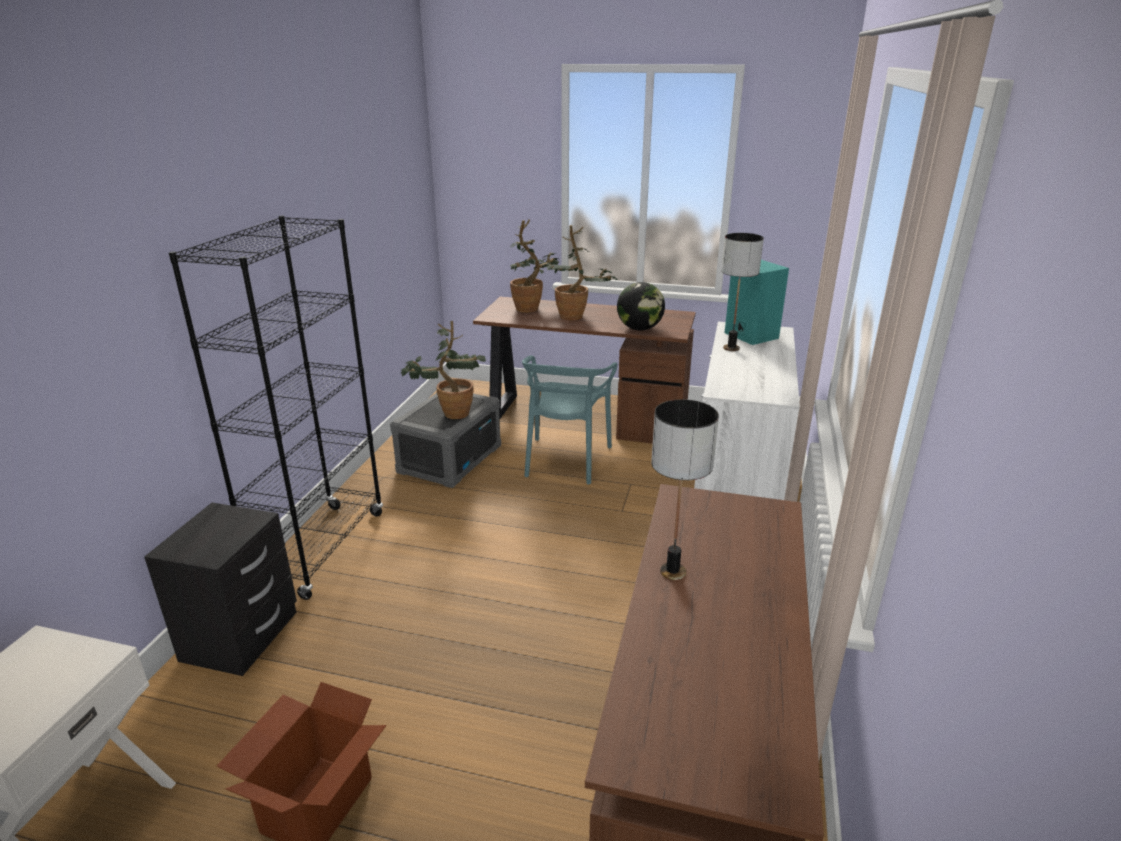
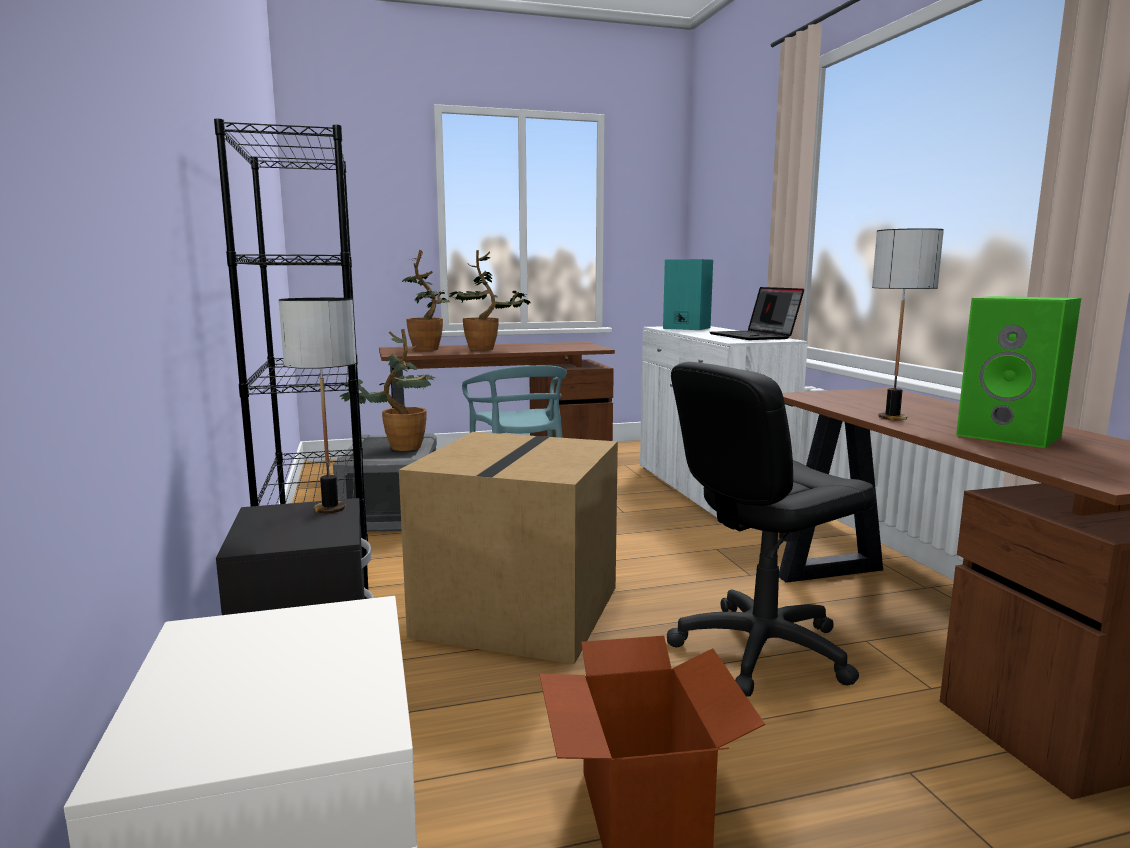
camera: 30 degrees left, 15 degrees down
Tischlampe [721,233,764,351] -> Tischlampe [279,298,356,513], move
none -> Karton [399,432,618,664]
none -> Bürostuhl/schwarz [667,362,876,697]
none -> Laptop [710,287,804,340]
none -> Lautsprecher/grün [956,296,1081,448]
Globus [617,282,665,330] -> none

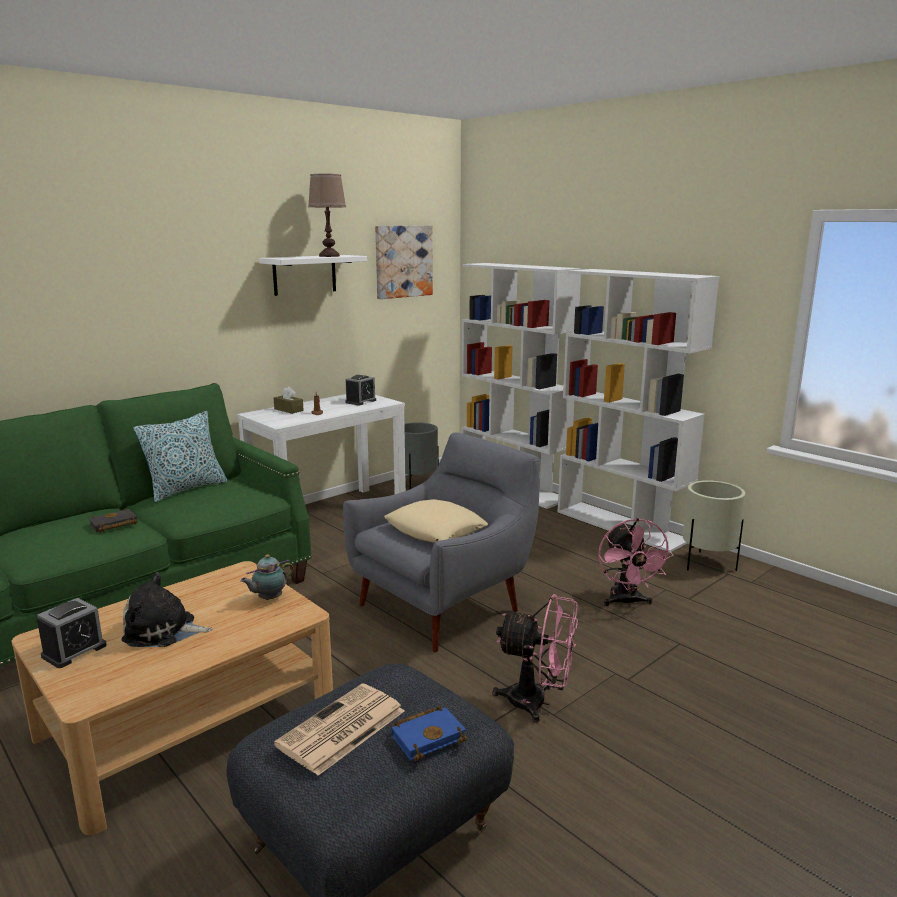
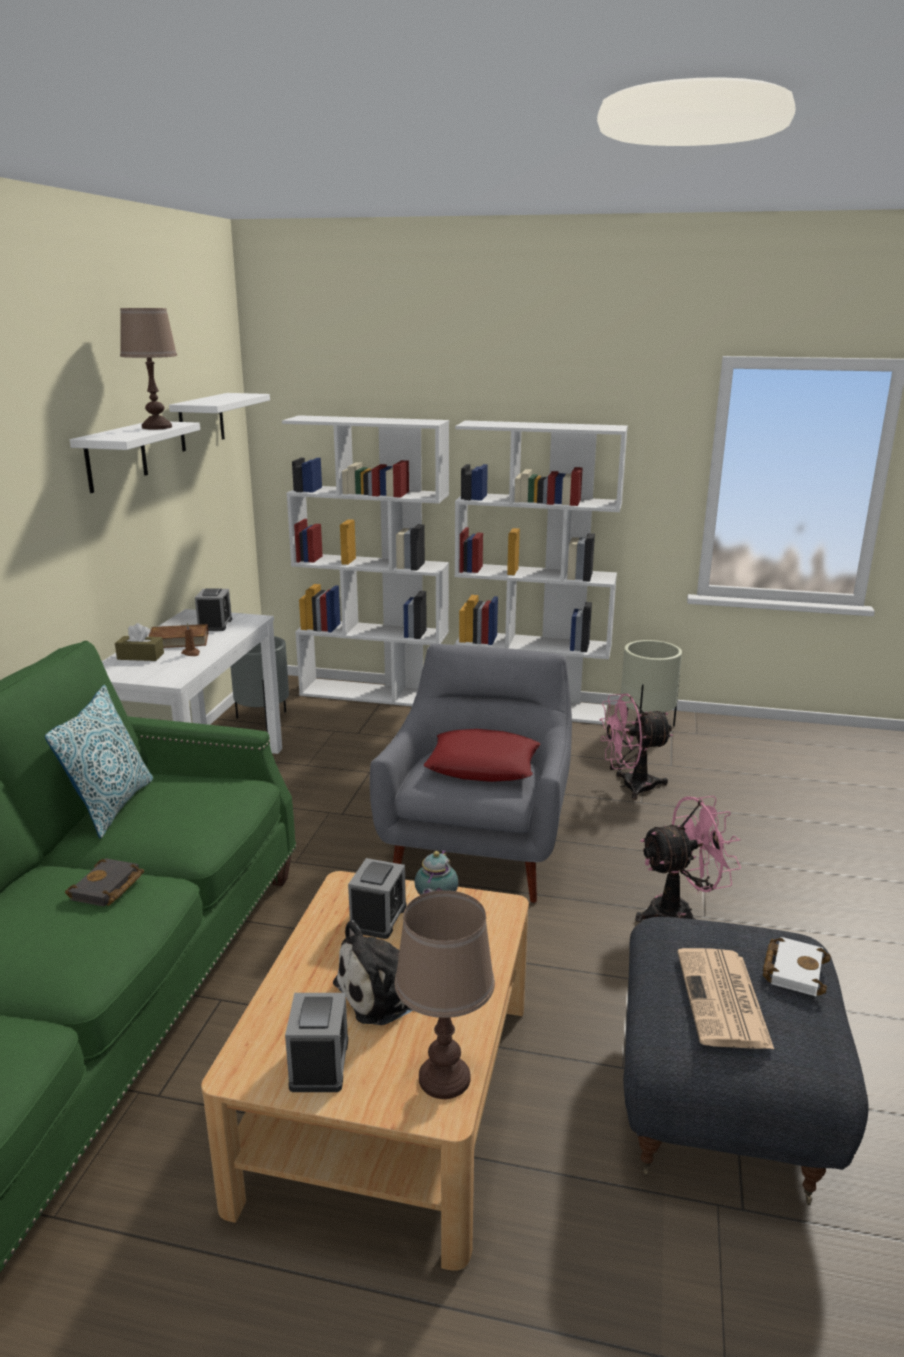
camera: 35 degrees left, 5 degrees up
none -> Buch/braun [148,624,208,648]
Bild [375,225,433,299] -> Wandregal/weiß [169,393,270,451]
none -> Wecker [348,858,407,939]
none -> Tischlampe/braun [394,890,495,1099]
Kissen/beige [384,499,488,543] -> Kissen/rot [424,729,541,782]
Ventilator/rosa [598,518,674,607] -> Ventilator/rosa [599,694,673,800], 120 degrees clockwise
Buch/blau [391,707,467,761] -> Buch/weiß [763,937,831,996]

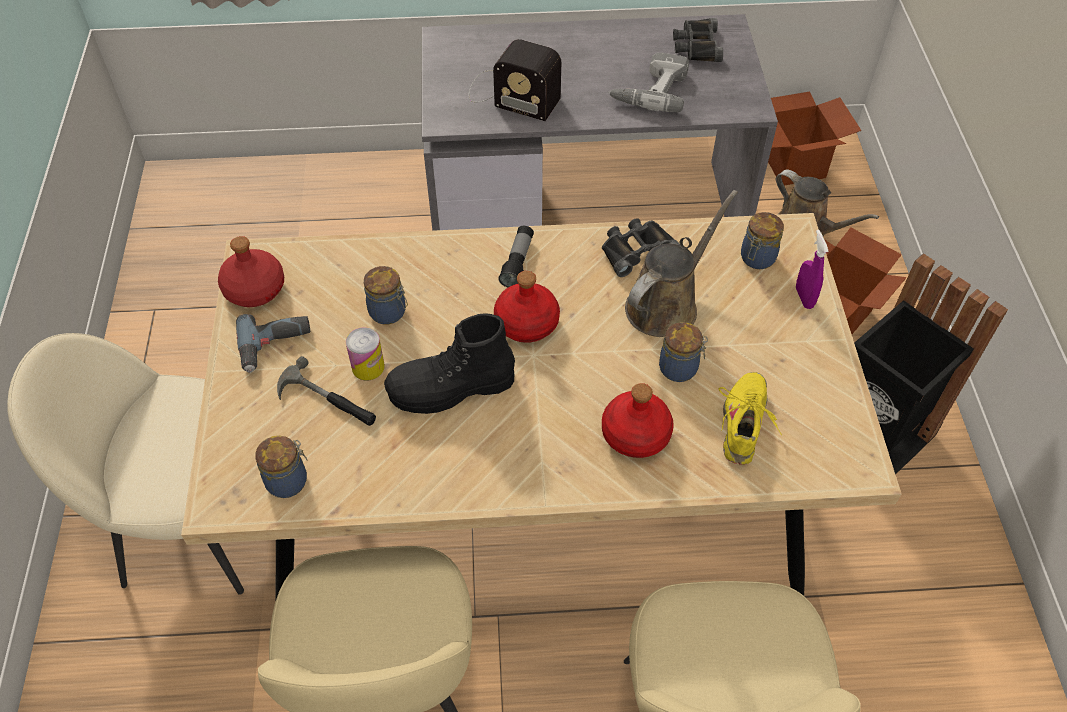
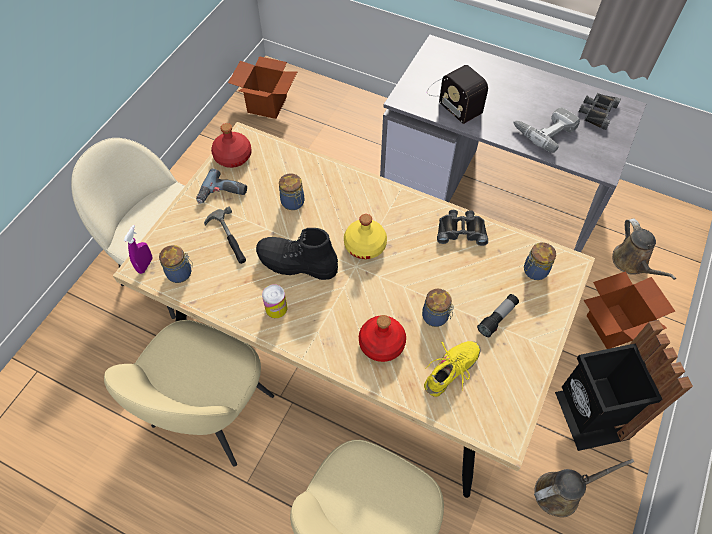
camera: 30 degrees right, 5 degrees up
Sprühflasche/lila [796,230,829,309] -> Sprühflasche/lila [124,225,153,274], move
Karton [768,92,861,185] -> Karton [228,56,297,119], move
Dose [346,327,385,381] -> Dose [262,284,287,318], move
Flasche/rot [494,271,560,343] -> Flasche/gelb [344,214,387,259]
Taschenlampe [498,226,534,287] -> Taschenlampe [477,294,519,337], move
Gießkanne/braun [625,190,738,337] -> Gießkanne/braun [534,459,634,518], move

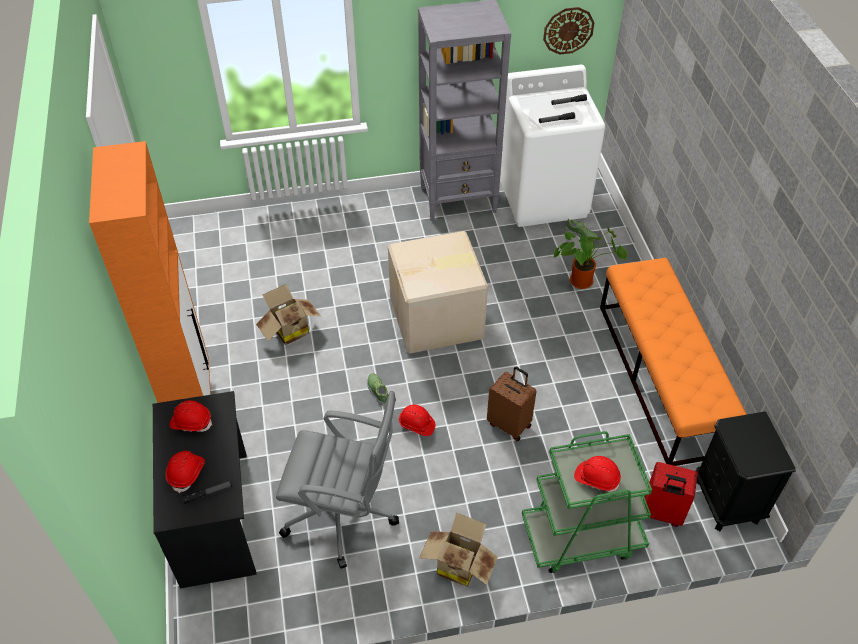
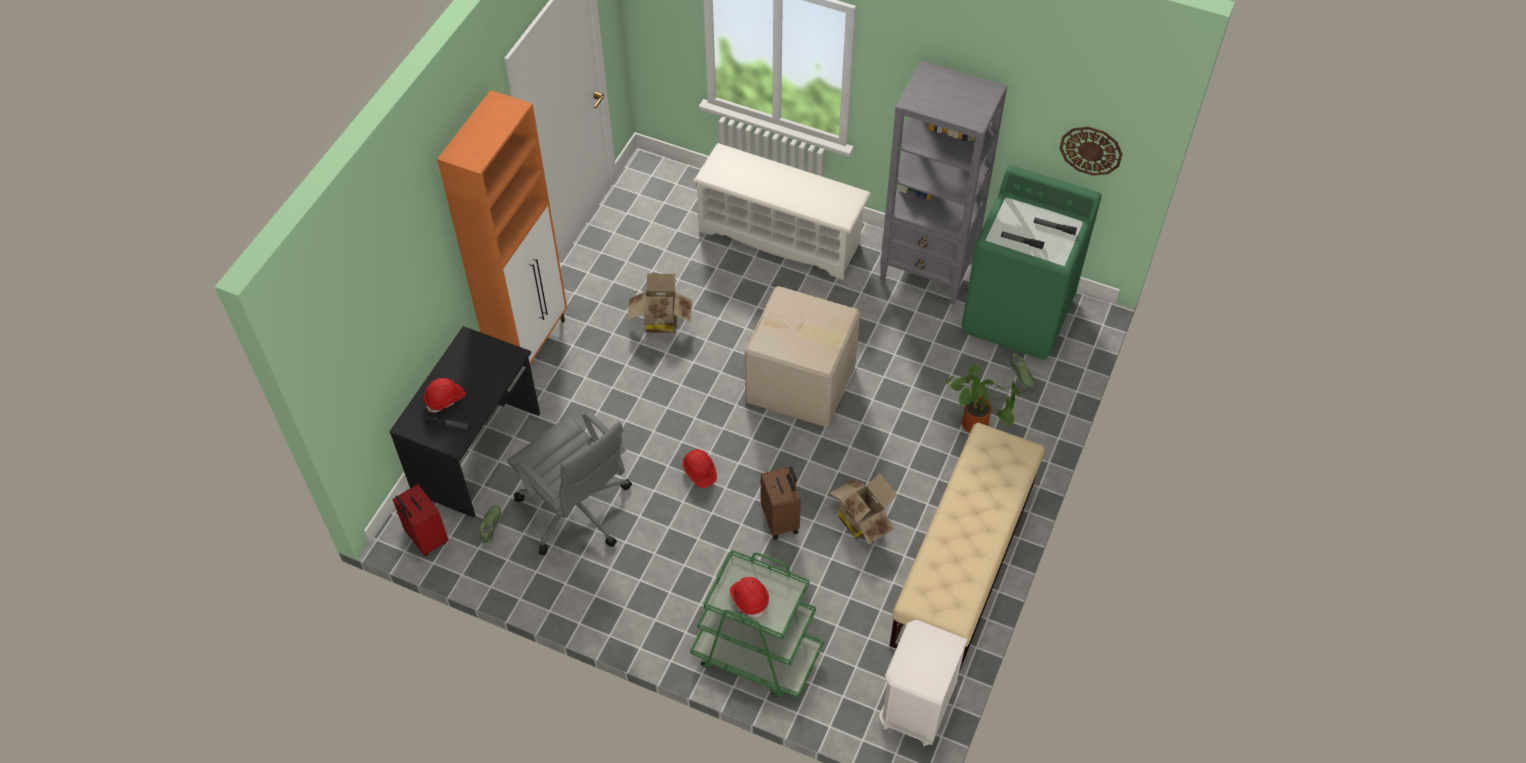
camera: 35 degrees right, 5 degrees up
Koffer/rot [644,462,698,527] -> Koffer/rot [392,484,449,556], move
Schuh [367,373,388,406] -> Schuh [479,505,502,544], move
none -> Schuhregal/weiß [693,143,871,280]
Karton [419,513,498,587] -> Karton [830,473,898,544], move
Nachttisch/schwarz [696,412,796,532] -> Nachttisch/weiß [879,620,967,746]
Bank/orange [600,258,747,466] -> Bank/beige [890,423,1045,672]
Waschmaschine/weiß [500,65,605,227] -> Waschmaschine/grün [962,165,1102,360]
Schutzhelm/rot [169,400,213,432] -> none

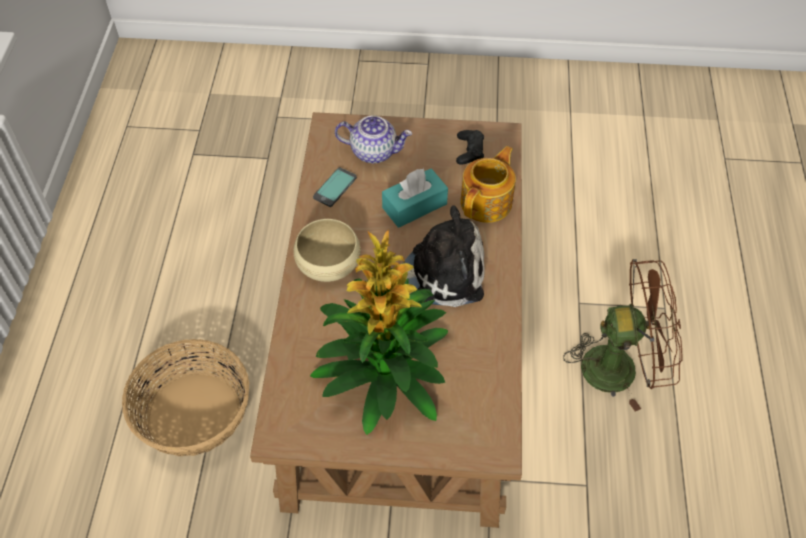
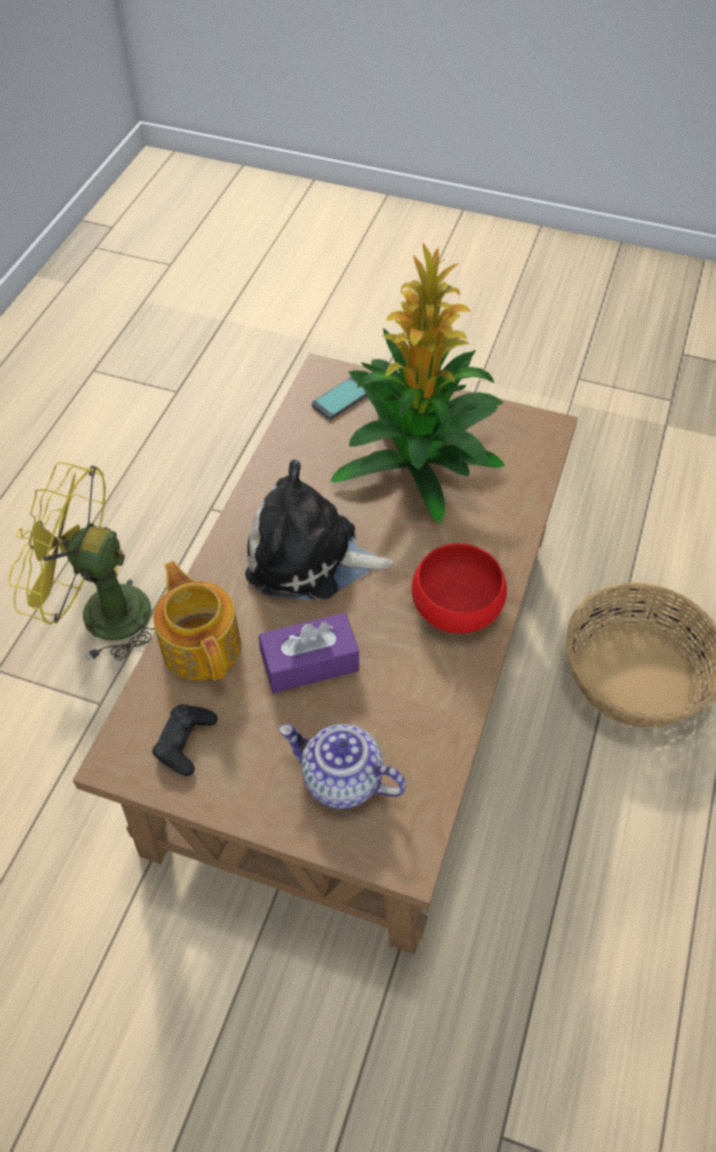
camera: 165 degrees left, 0 degrees up
Ventilator/braun [563,259,683,411] -> Ventilator/gelb [8,462,155,661]
Teekanne [460,146,516,223] -> Teekanne [153,561,241,681], 105 degrees clockwise
Taschentuchbox/türkis [382,168,448,228] -> Taschentuchbox/lila [259,613,359,693]
Handy [313,167,357,207] -> Handy [312,377,367,420], move
Schüssel/beige [293,219,361,282] -> Schüssel/rot [412,543,507,633]

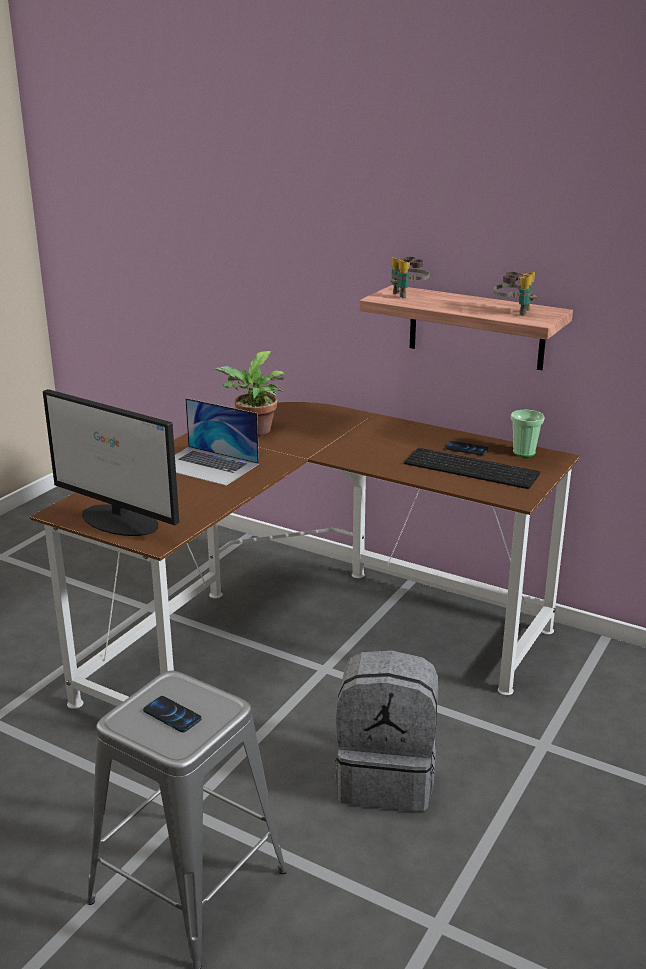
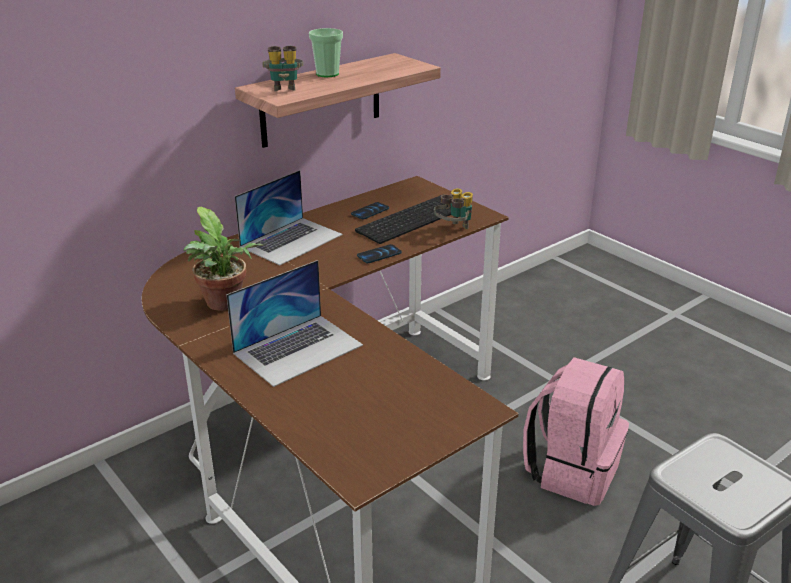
camera: 70 degrees left, 5 degrees up
none -> Laptop [234,170,343,265]
Tasse [511,410,544,457] -> Tasse [309,28,343,77], move
Handy [143,696,202,732] -> Handy [357,244,402,263], move
Fernglas [493,271,537,316] -> Fernglas [434,188,473,229], move
Rucksack/grau [335,650,438,811] -> Rucksack/rosa [523,357,629,506]
Monitor [43,389,179,536] -> none

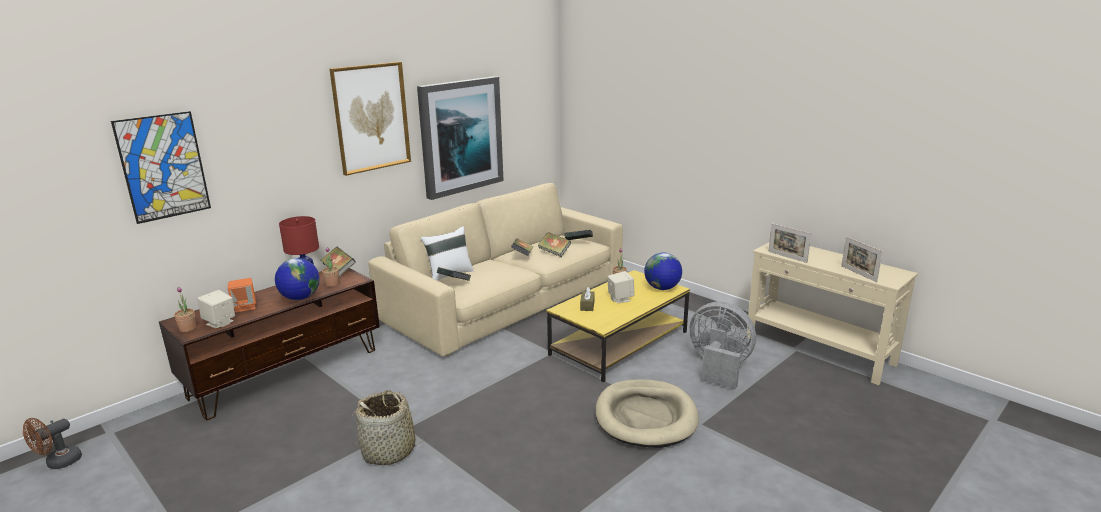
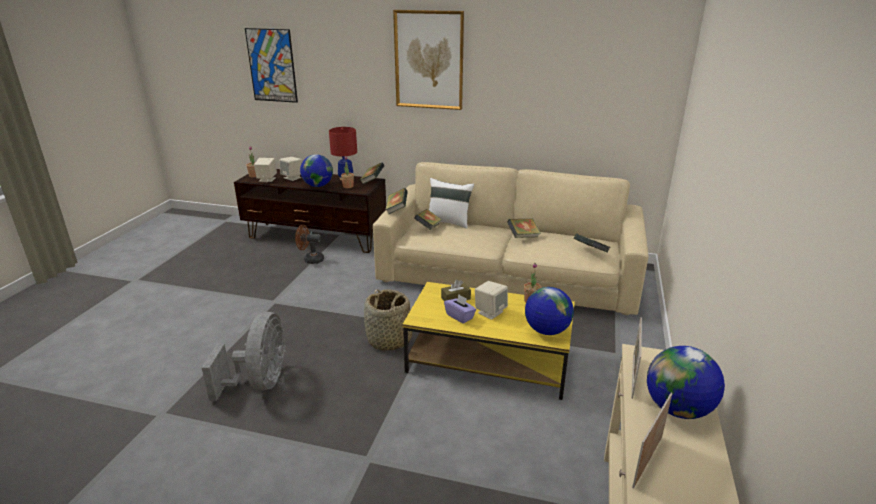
camera: 60 degrees right, 5 degrees up
Ventilator/grau [689,302,756,389] -> Ventilator/grau [202,312,286,401], move
Lautsprecher/orange [228,278,256,313] -> Lautsprecher/beige [279,157,302,181]
Ventilator/braun [23,418,82,469] -> Ventilator/braun [295,225,324,264], move
Korb [352,390,426,465] -> Korb [364,289,412,351], move
Buch [538,232,571,257] -> Buch [385,188,408,214], move
none -> Taschentuchbox/lila [444,294,476,324]
none -> Globus [647,346,725,419]
Bild [417,76,504,200] -> none
Hundebett/beige [595,379,699,448] -> none

